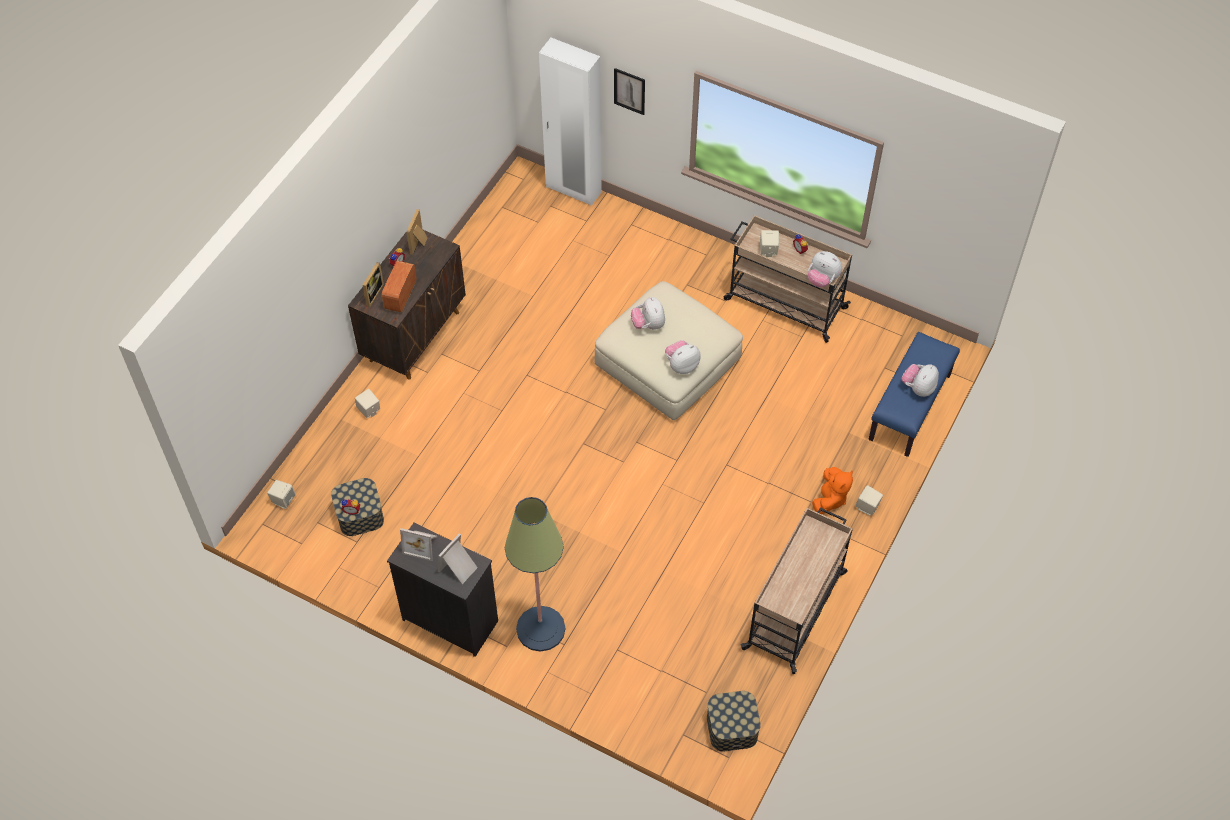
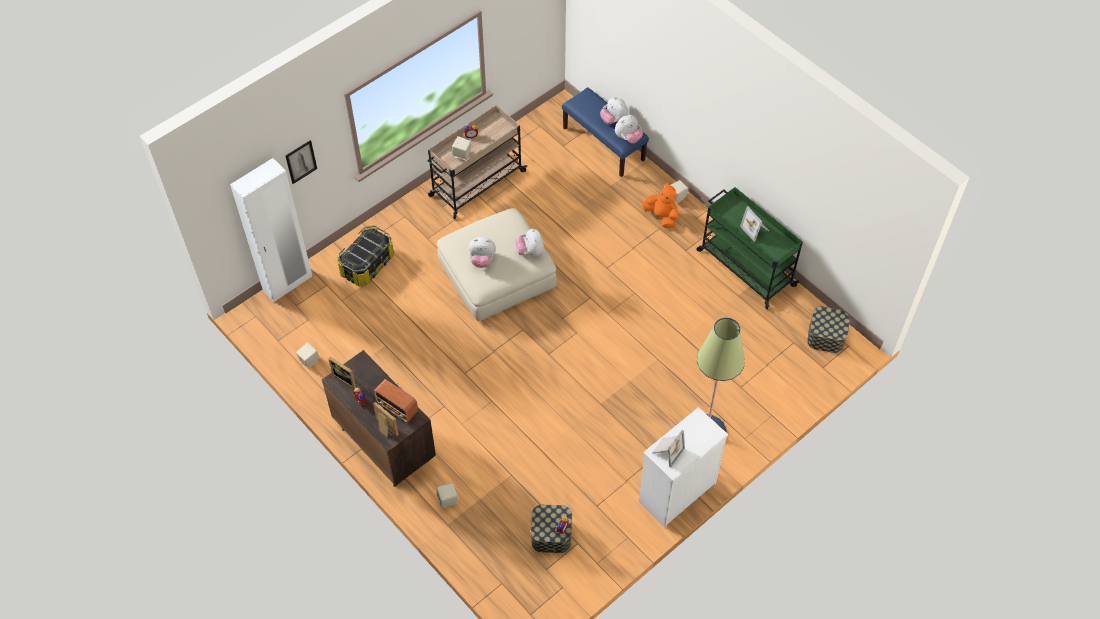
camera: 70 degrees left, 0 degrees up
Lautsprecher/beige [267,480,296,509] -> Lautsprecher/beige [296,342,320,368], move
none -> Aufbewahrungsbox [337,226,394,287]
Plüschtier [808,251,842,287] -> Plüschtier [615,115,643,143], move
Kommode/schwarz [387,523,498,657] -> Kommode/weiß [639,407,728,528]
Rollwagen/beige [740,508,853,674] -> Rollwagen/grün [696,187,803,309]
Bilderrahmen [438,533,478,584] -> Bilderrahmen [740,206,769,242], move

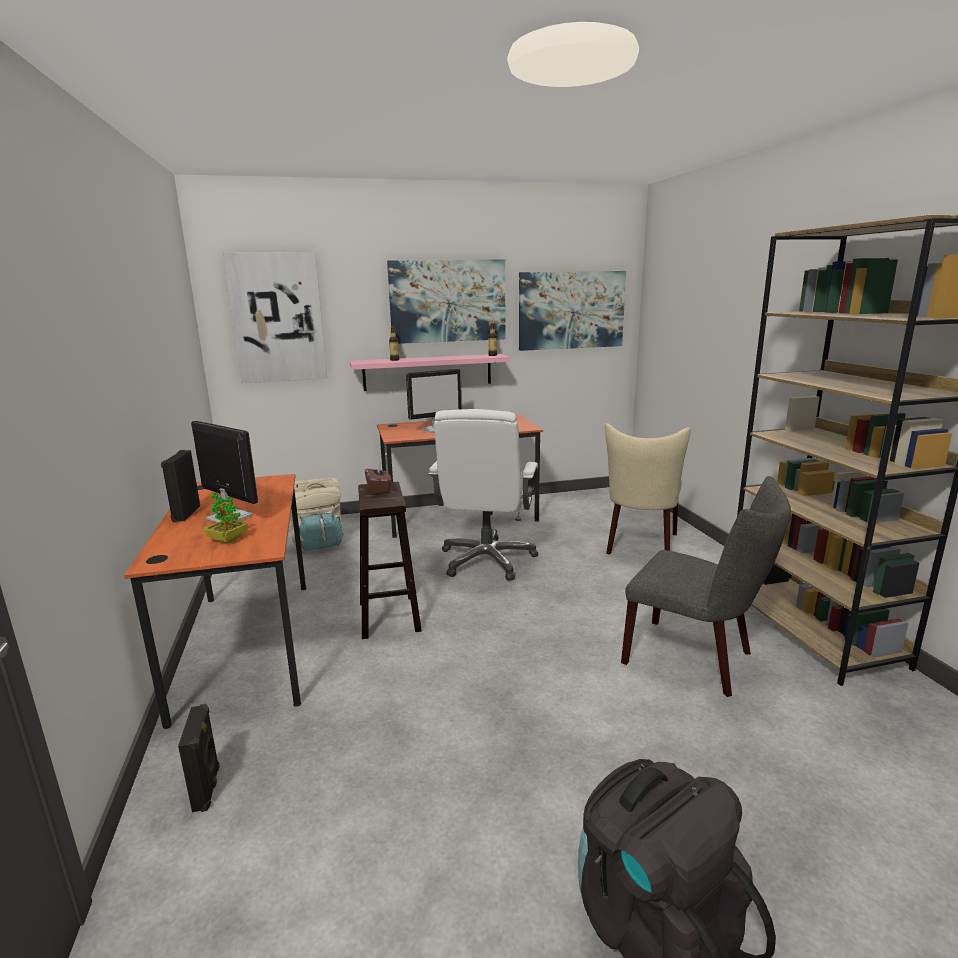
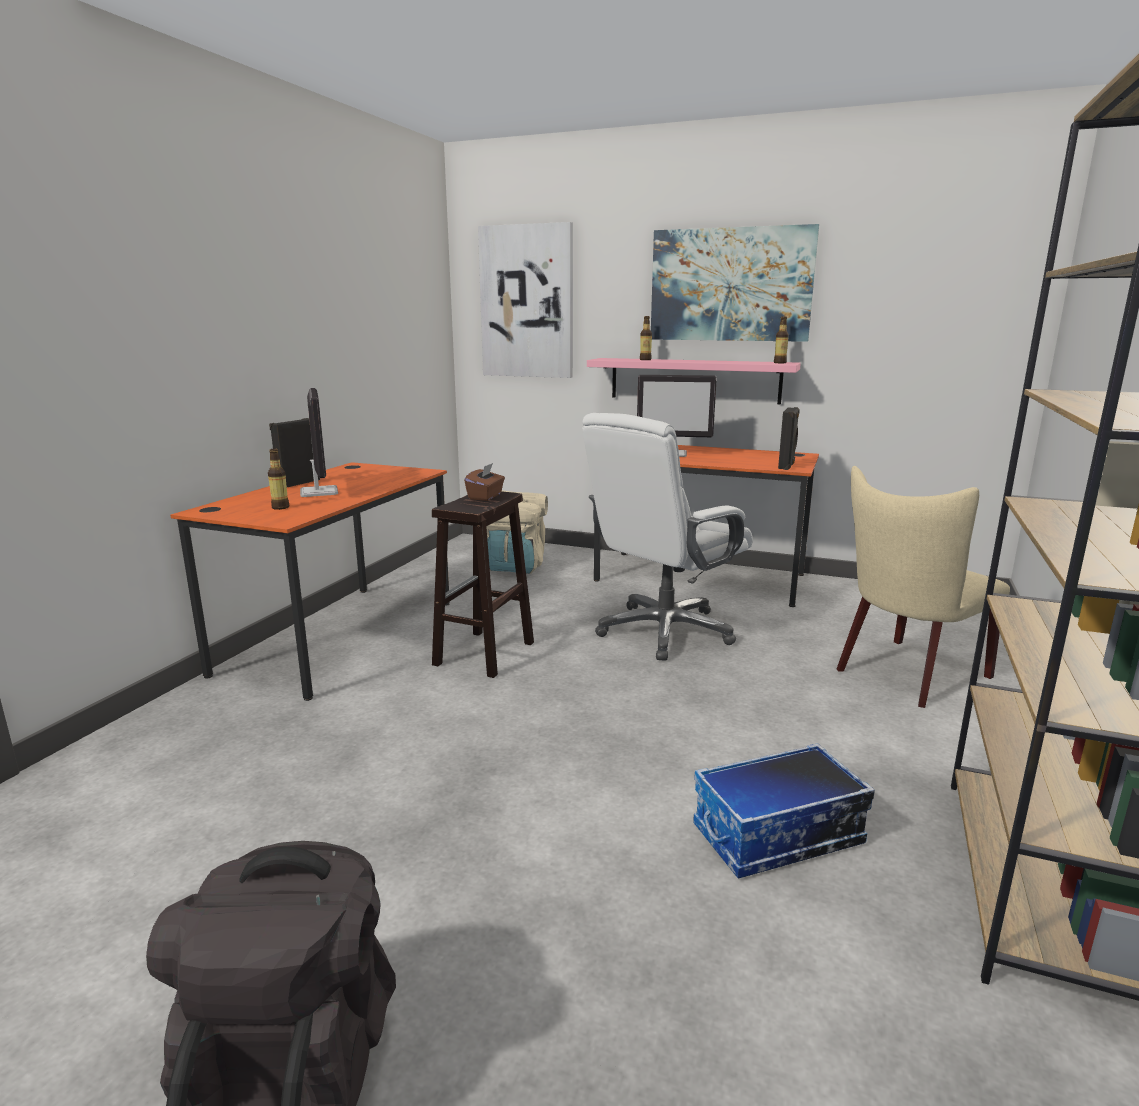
camera: 35 degrees right, 0 degrees up
Topfpflanze [204,493,248,543] -> Flasche [268,448,289,510]
Stuhl/grau [621,476,791,697] -> Aufbewahrungsbox [693,743,875,879]
Lautsprecher/schwarz [178,704,220,813] -> Lautsprecher/schwarz [778,407,800,470], move
Bild [519,271,626,351] -> none

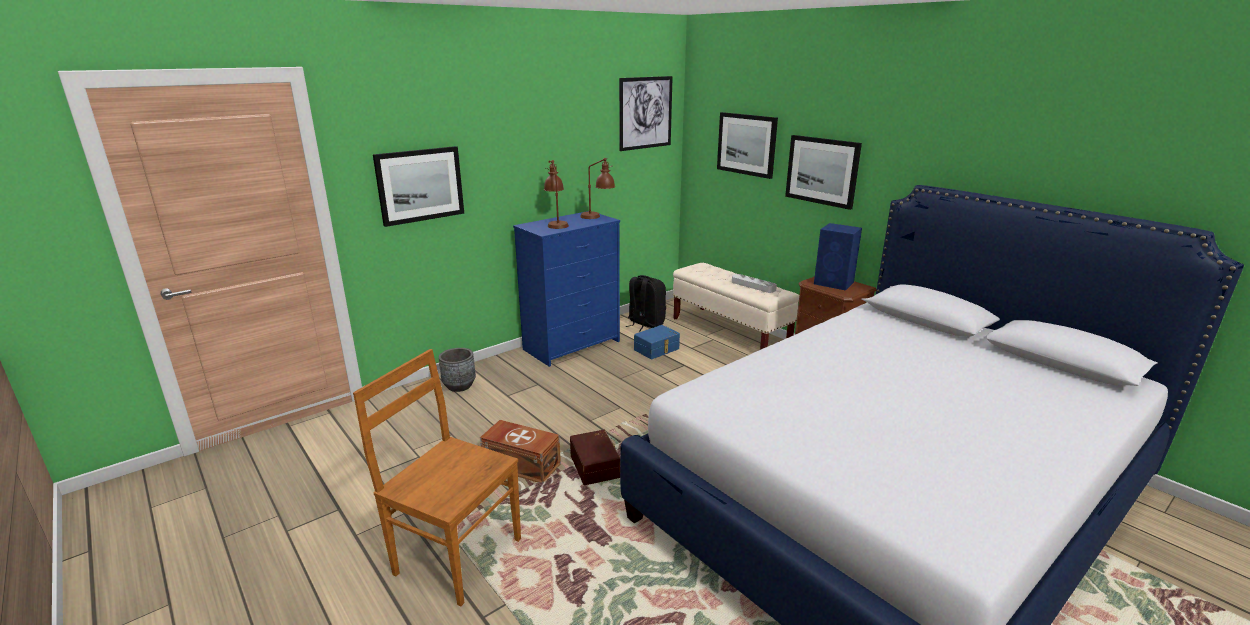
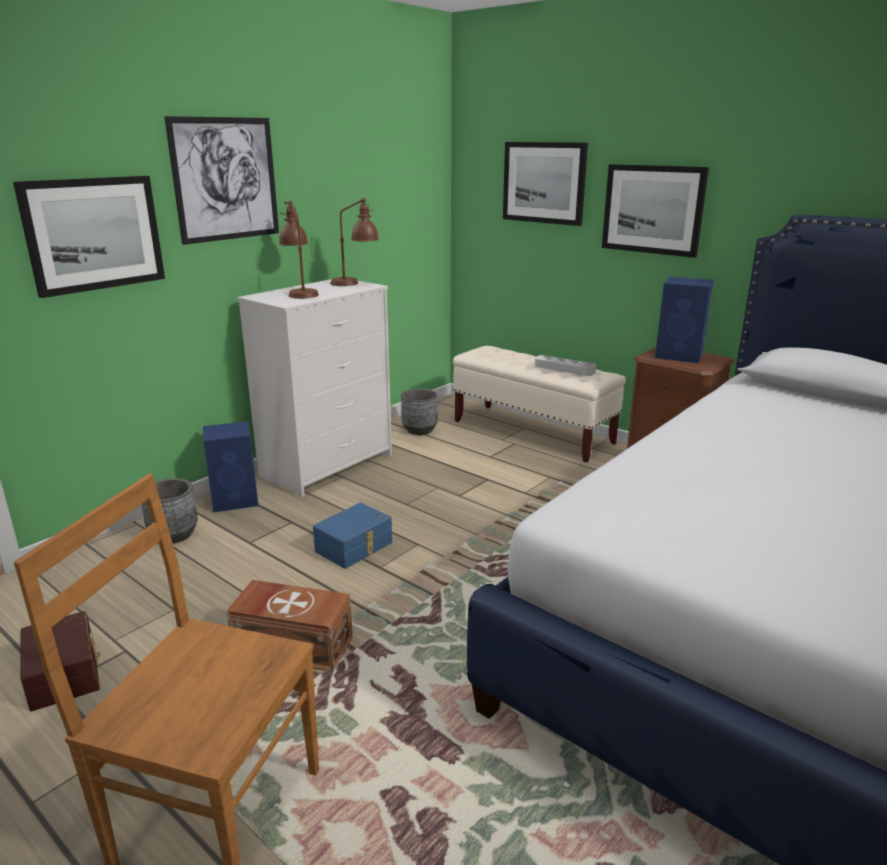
camera: 10 degrees left, 0 degrees up
Aufbewahrungsbox/braun [570,430,620,485] -> Aufbewahrungsbox/braun [21,611,101,711], move
Bild [619,76,673,151] -> Bild [164,116,279,245], move
none -> Lautsprecher/blau [203,421,258,512]
Kommode/blau [513,211,620,367] -> Kommode/weiß [237,279,392,496]
Aufbewahrungsbox/blau [634,325,680,359] -> Aufbewahrungsbox/blau [313,502,392,569], move
Rucksack/schwarz [626,275,666,331] -> Pflanzkübel/grau [401,389,438,435]

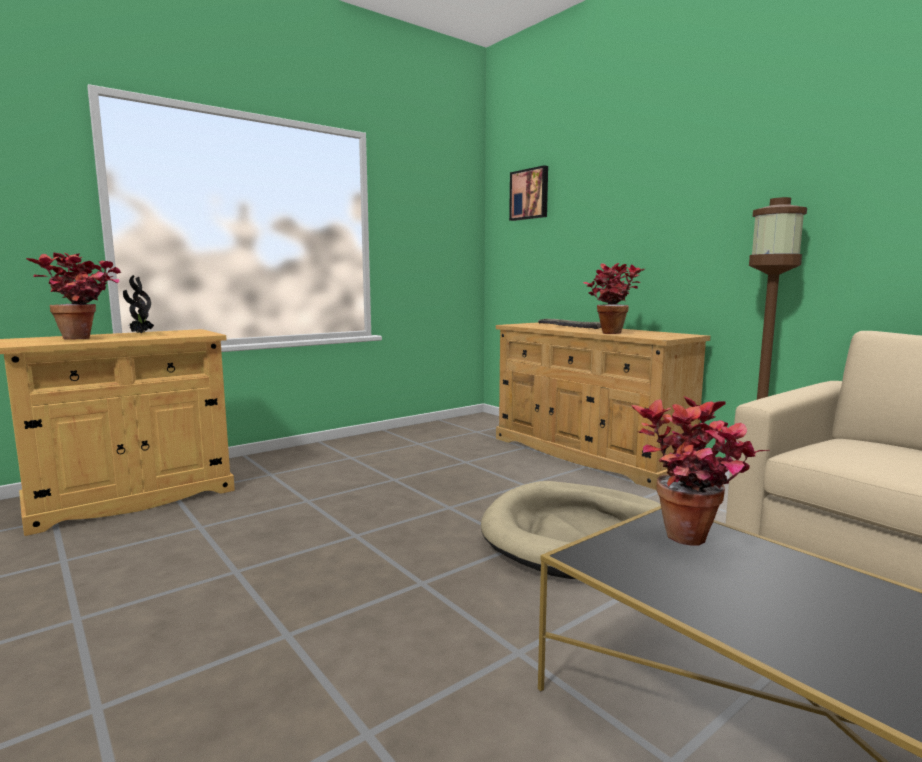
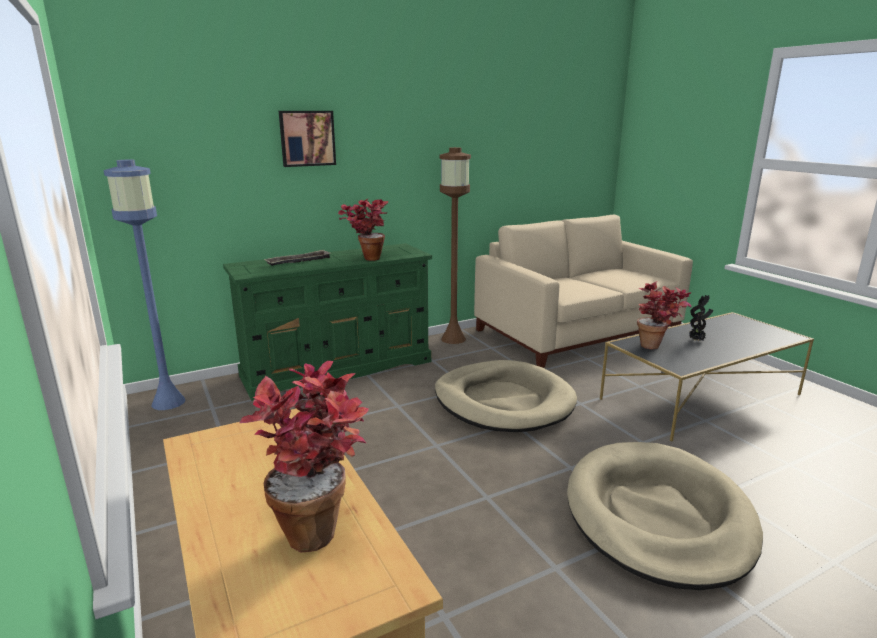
camera: 80 degrees left, 10 degrees up
none -> Stehlampe/blau [103,160,186,410]
Kommode/beige [496,322,710,490] -> Kommode/grün [223,243,432,401]
Bild [509,165,548,221] -> Bild [279,111,336,167], move
none -> Hundebett/beige [567,442,763,590]
Topfpflanze [123,275,154,334] -> Topfpflanze [689,295,713,341], move

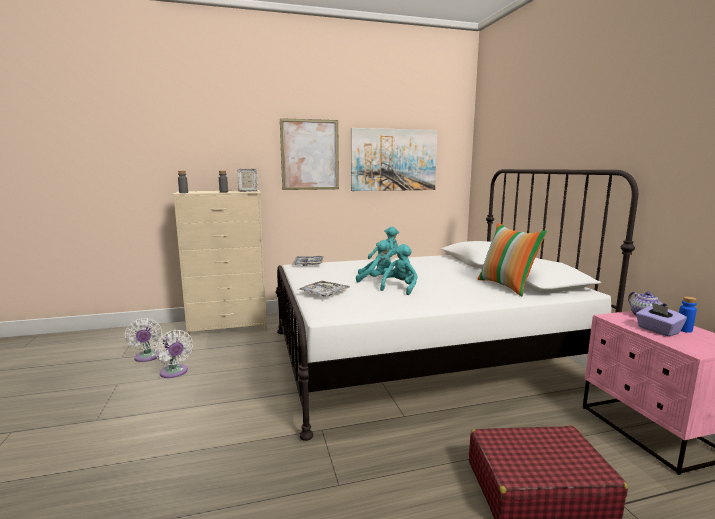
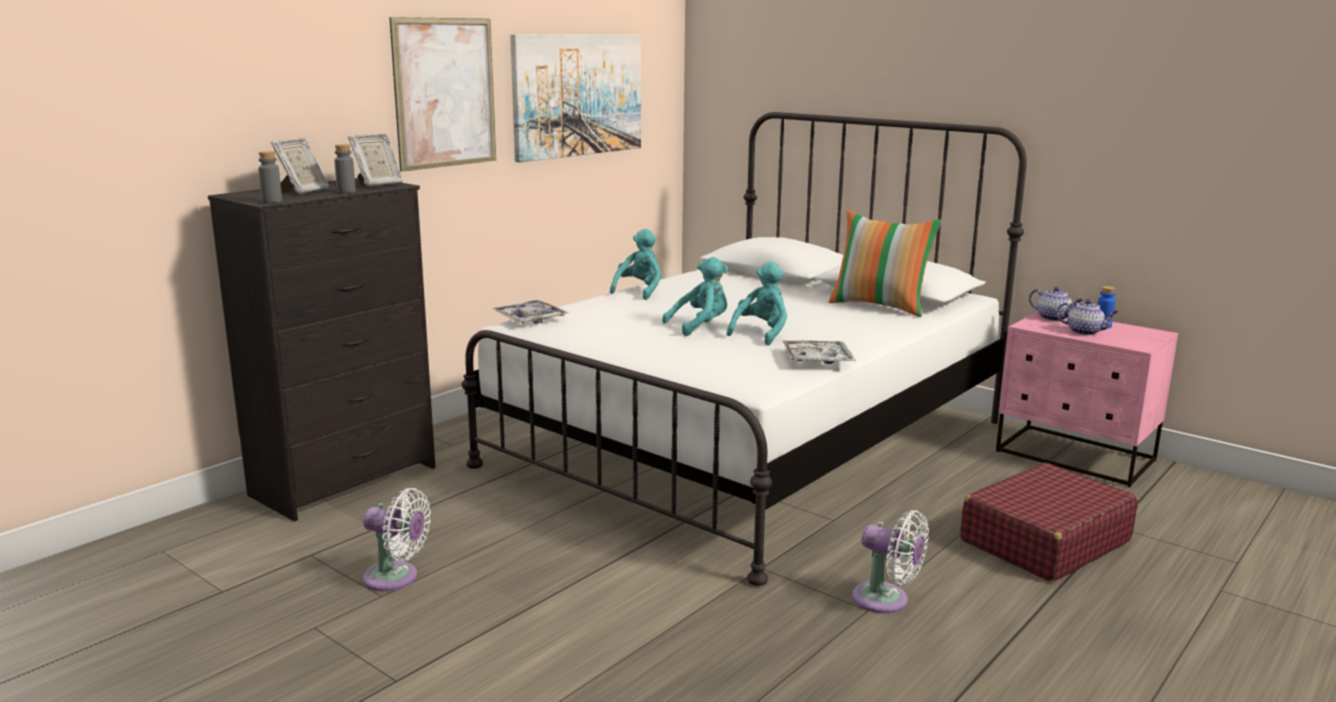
camera: 35 degrees left, 5 degrees up
Kommode/beige [172,190,267,337] -> Kommode/schwarz [208,178,435,522]
none -> Bilderrahmen [271,138,329,194]
Plüschtier/türkis [380,244,417,295] -> Plüschtier/türkis [727,262,787,345], 45 degrees clockwise
Tablett [297,281,350,296] -> Tablett [782,340,856,364], move
Ventilator/weiß [125,318,162,362] -> Ventilator/weiß [852,510,929,614], move
Taschentuchbox/lila [636,302,687,337] -> Teekanne [1056,299,1118,335]

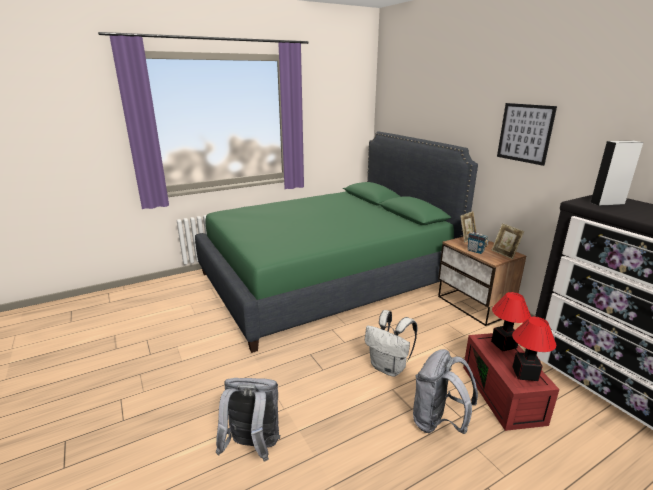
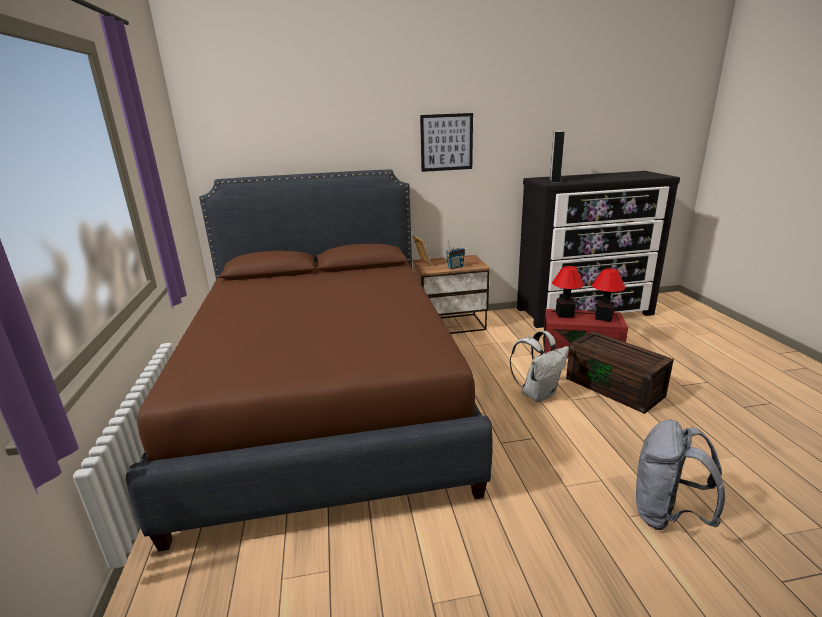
camera: 70 degrees left, 0 degrees up
Bett/grün [195,131,478,353] -> Bett/braun [126,169,493,552]
Rucksack/grau [413,349,478,434] -> Aufbewahrungsbox/braun [566,331,674,414]
Bilderrahmen [492,223,524,259] -> none

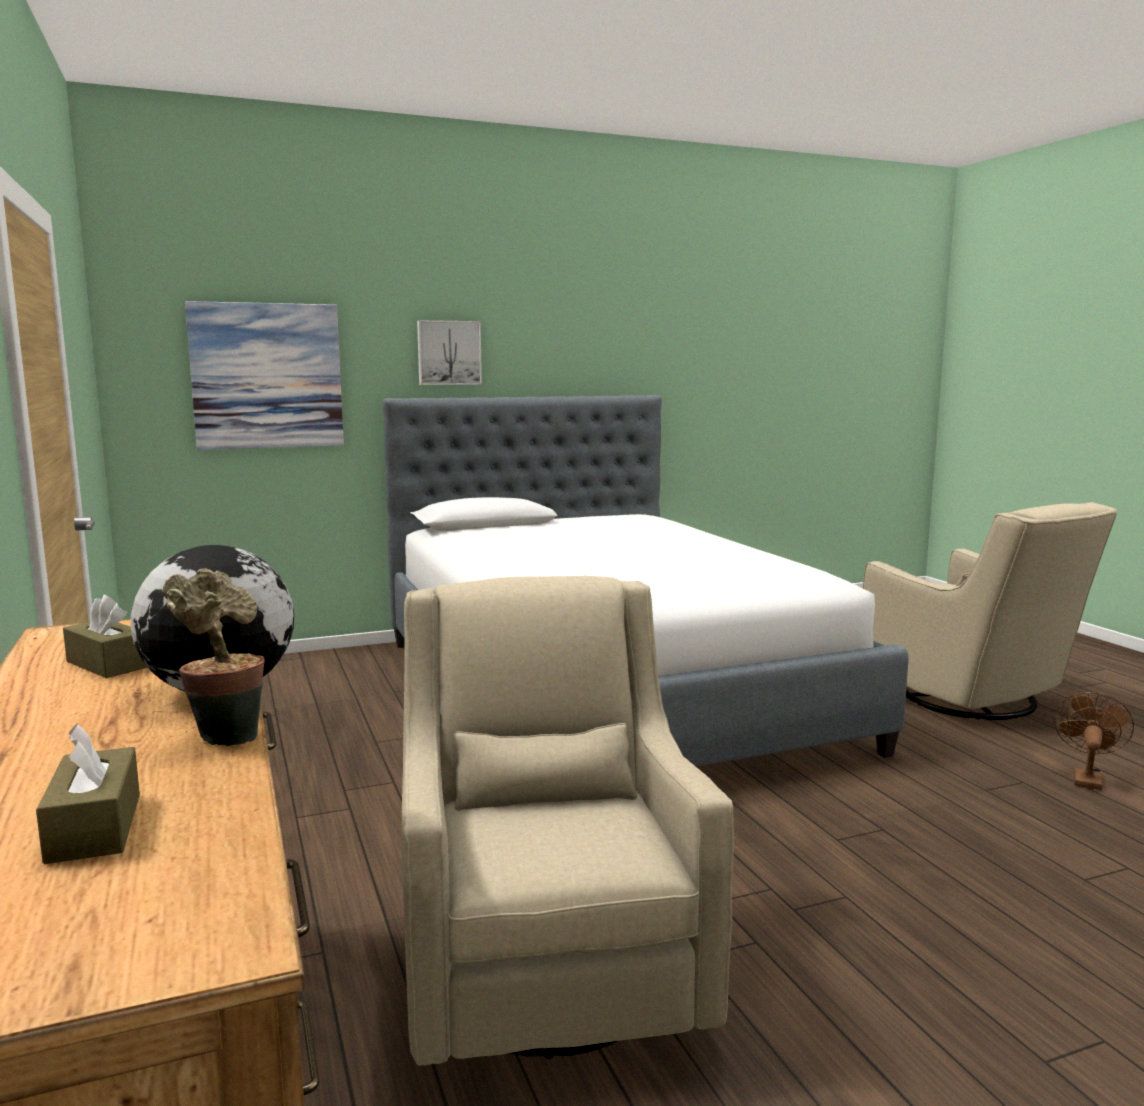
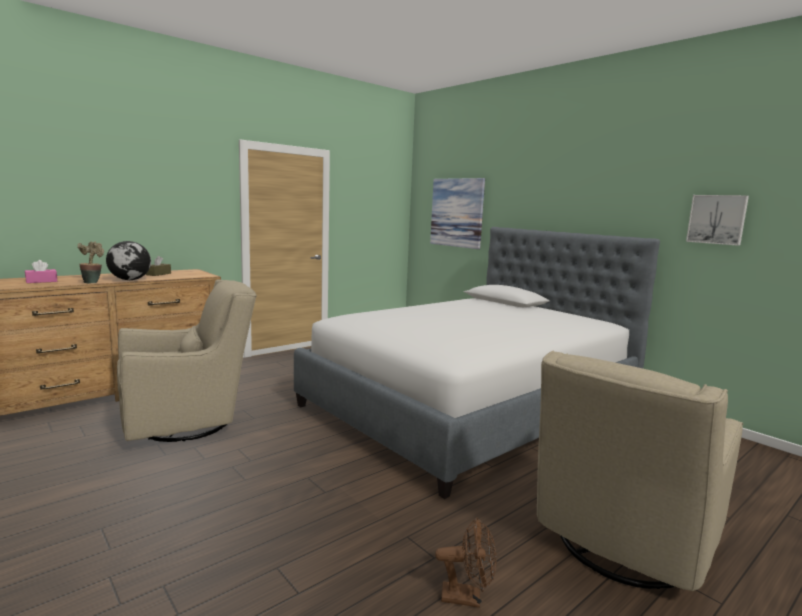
camera: 70 degrees right, 0 degrees up
Taschentuchbox/braun [36,724,140,864] -> Taschentuchbox/rosa [25,260,57,283]
Bild [417,320,482,385] -> Bild [686,195,749,246], move

